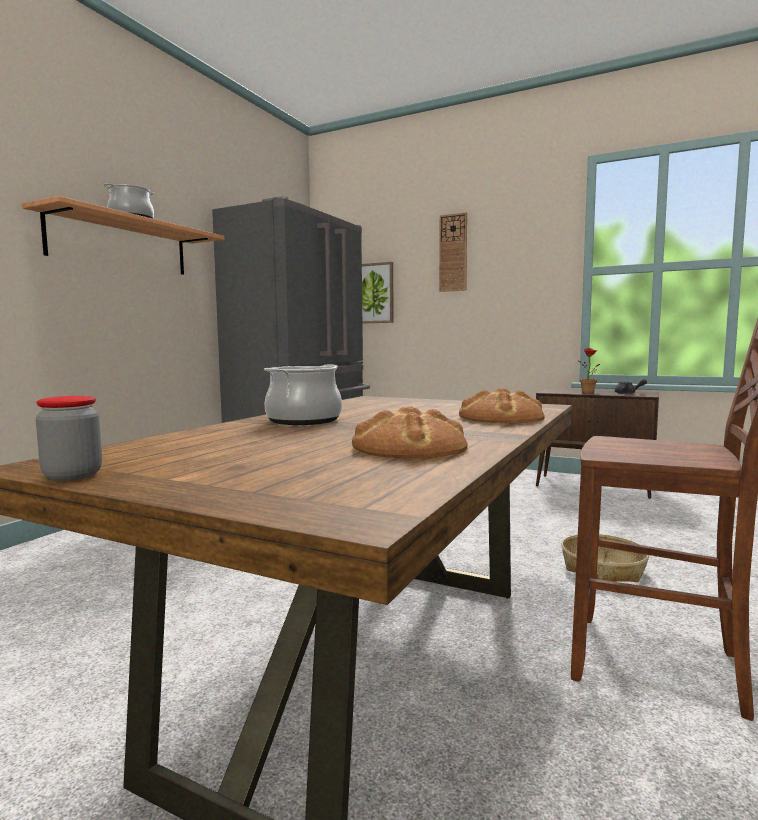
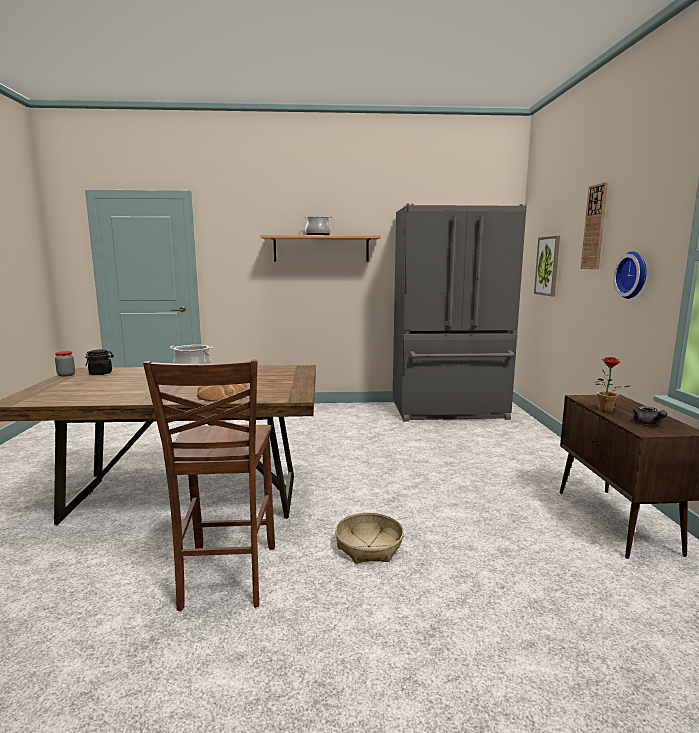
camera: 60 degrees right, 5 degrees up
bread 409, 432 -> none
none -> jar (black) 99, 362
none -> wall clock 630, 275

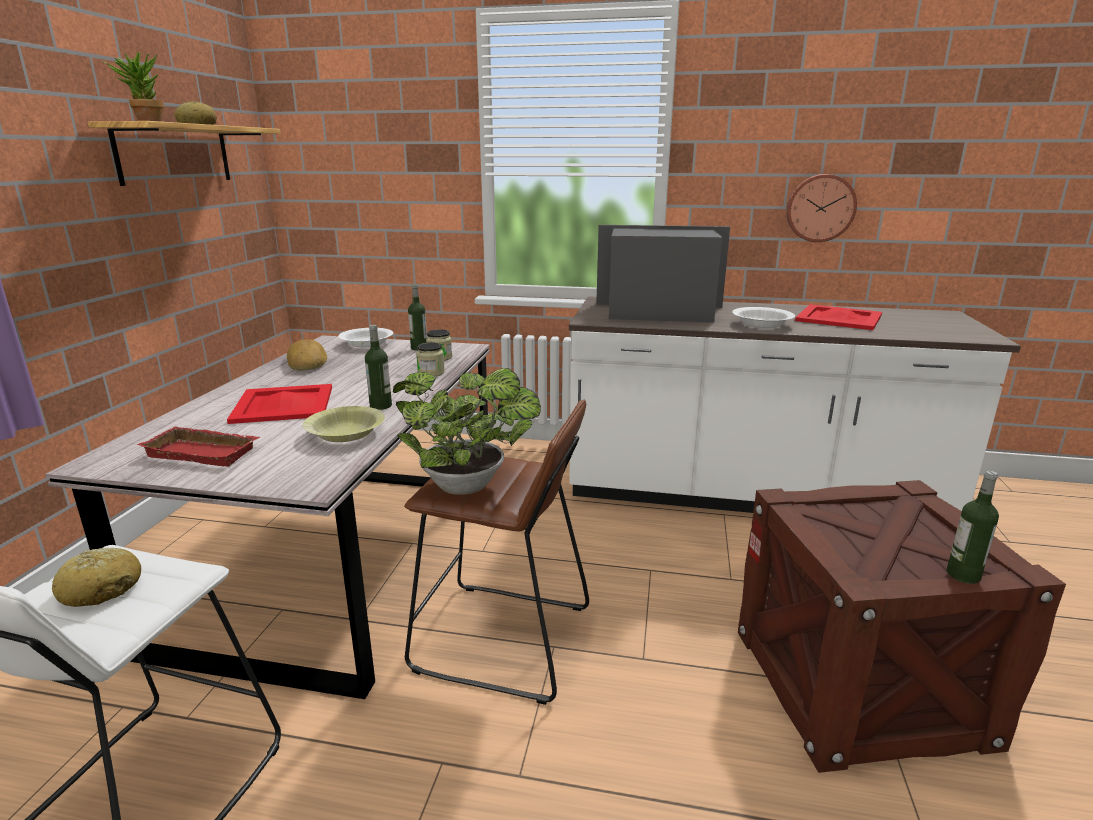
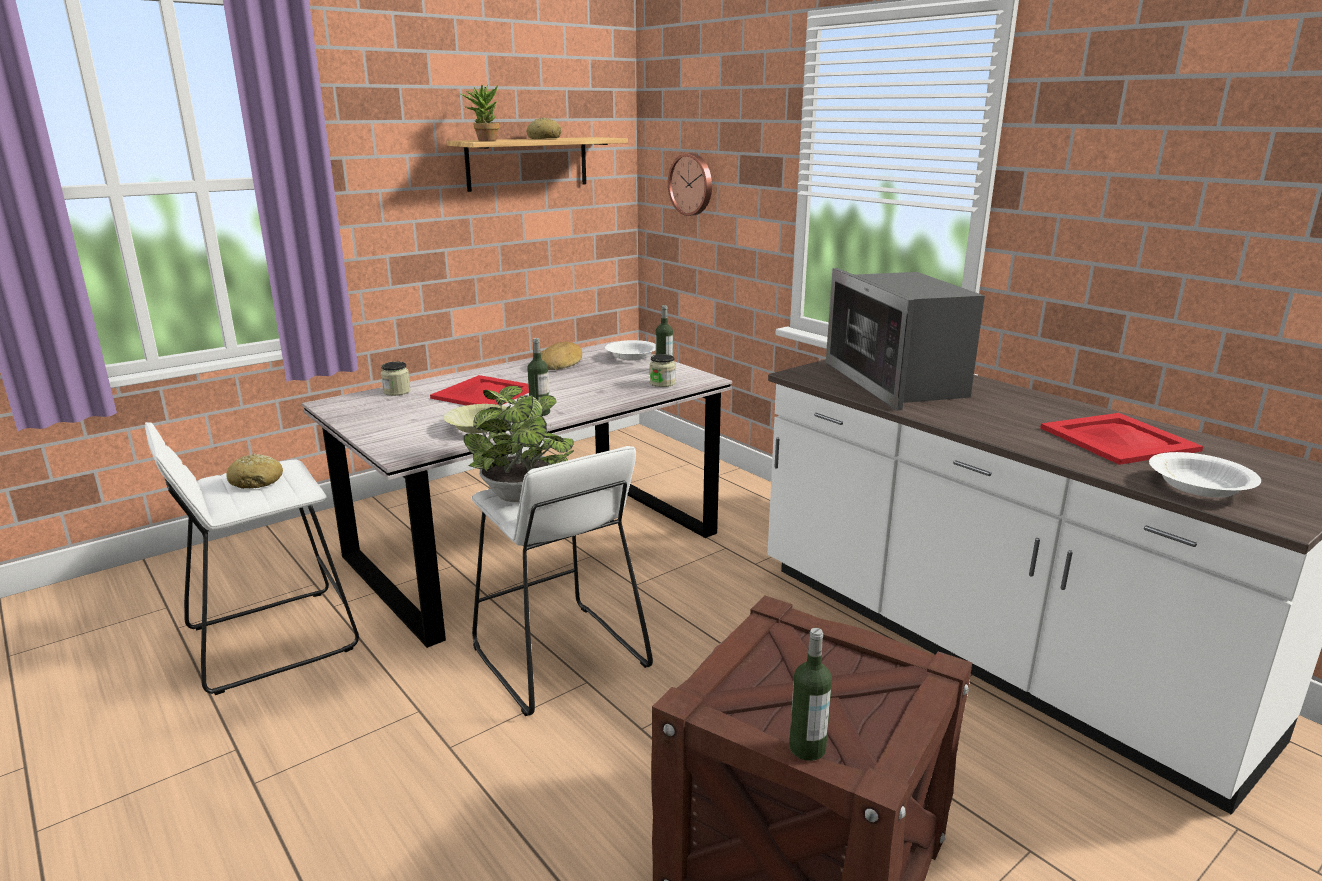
camera: 40 degrees right, 0 degrees up
tray (red) 198, 446 -> none
jar 430, 359 -> jar 396, 379, move
bowl (white) 763, 317 -> bowl (white) 1205, 475, move
wall clock 821, 208 -> wall clock 690, 184, move
stool (brown) 496, 552 -> stool (white) 562, 581
microwave 663, 273 -> microwave 905, 339, 150 degrees counterclockwise

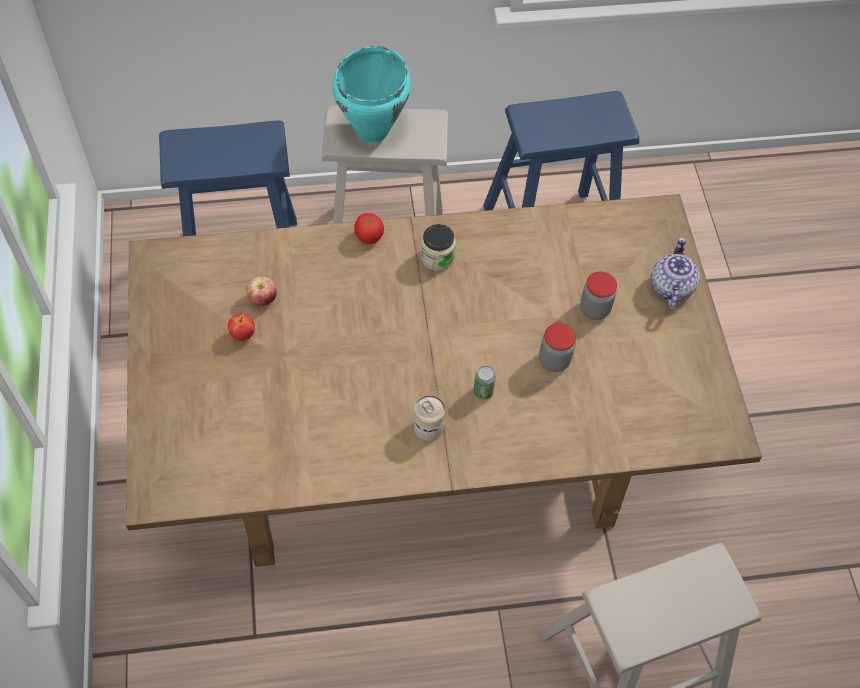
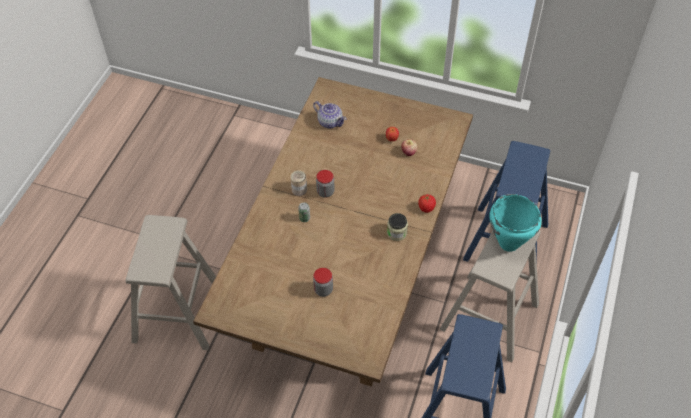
camera: 120 degrees right, 5 degrees down
jar 557, 347 -> jar 325, 184, move
teapot 675, 273 -> teapot 330, 114, move

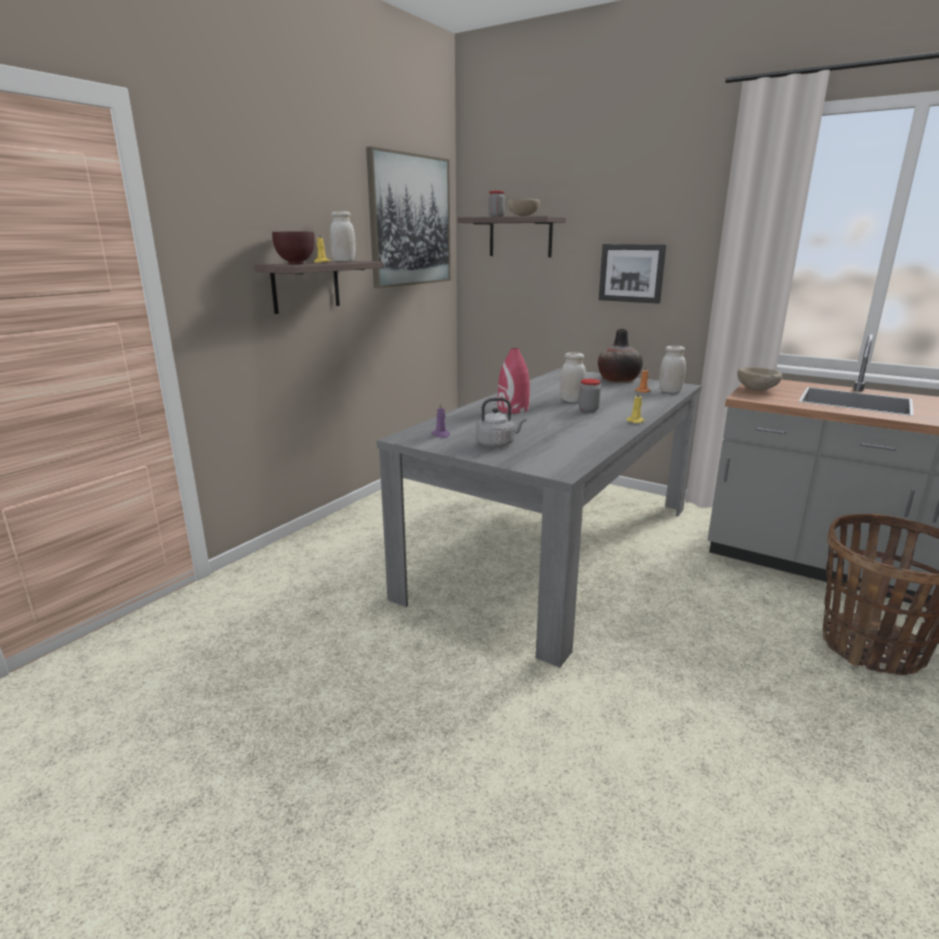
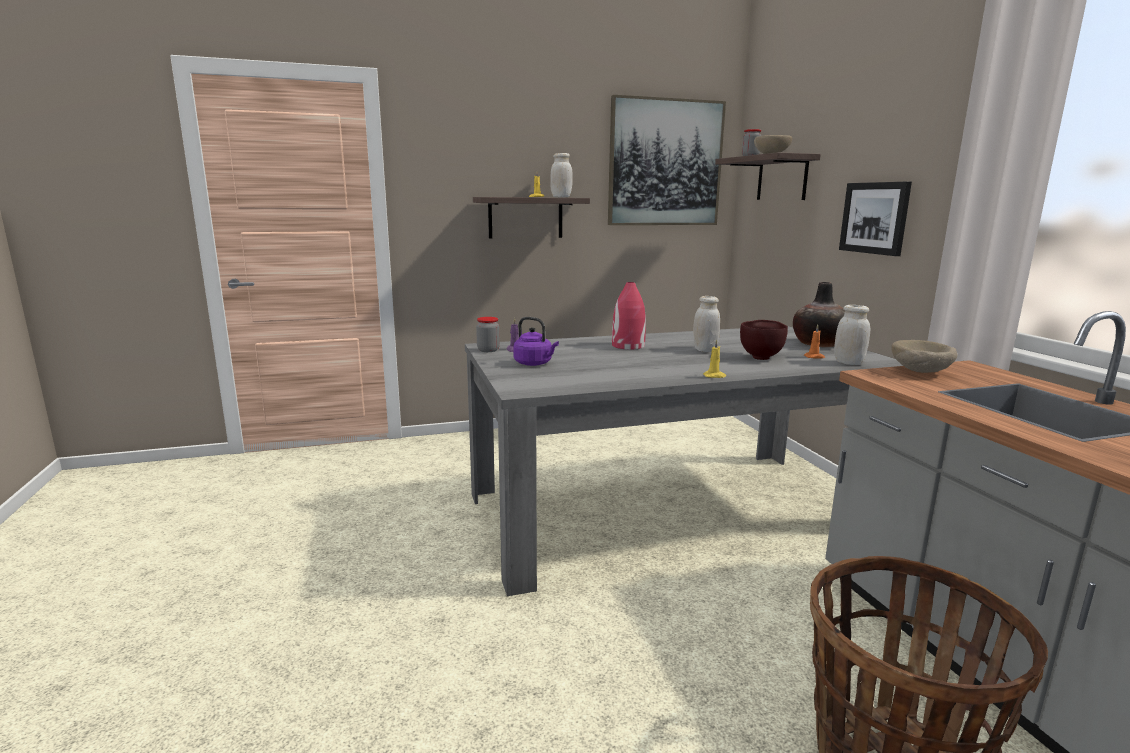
camera: 40 degrees right, 5 degrees down
bowl (brown) 293, 247 -> bowl (brown) 764, 340, move
jar 589, 395 -> jar 488, 334, move
kettle (grey) 501, 422 -> kettle (purple) 536, 341

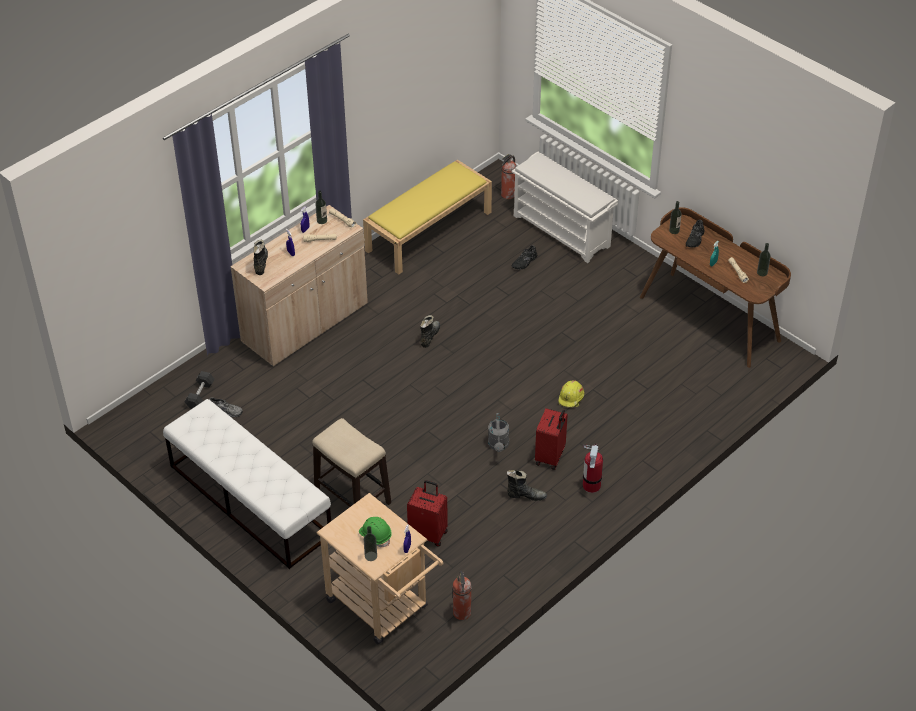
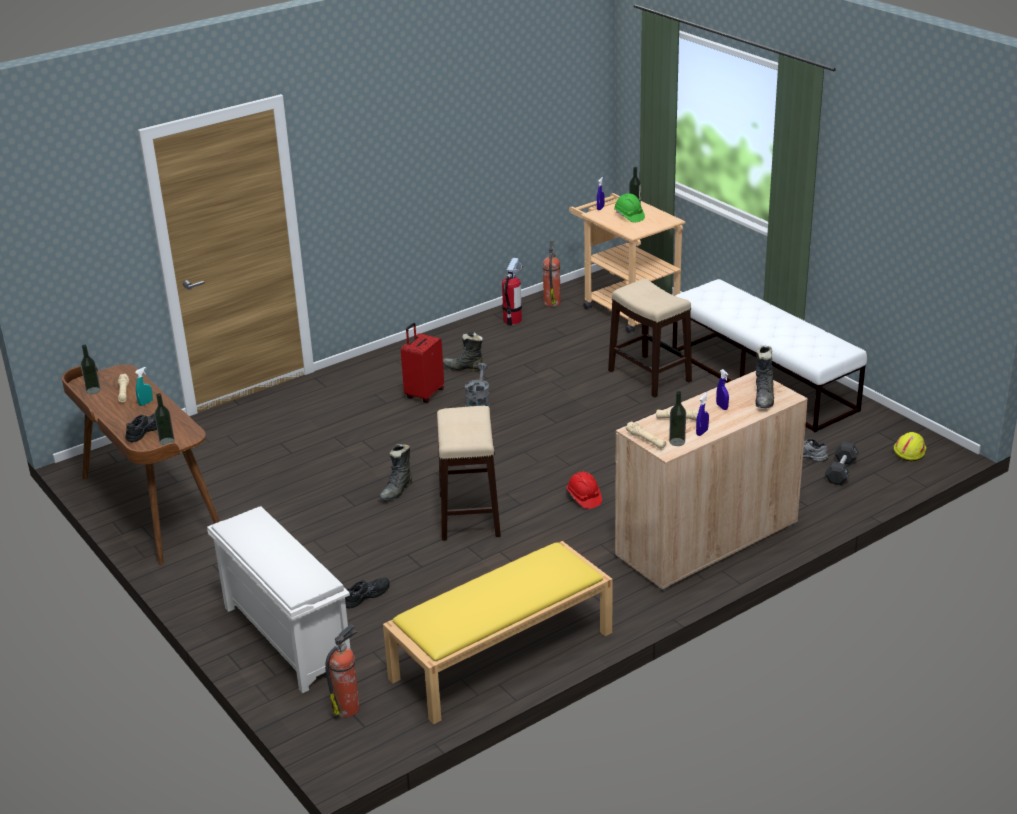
camera: 170 degrees left, 15 degrees down
suitcase (red) 427, 513 -> none
none -> stool 469, 473
none -> hard hat (red) 584, 490
boot (black) 430, 331 -> boot (black) 395, 472, move
hard hat (yellow) 571, 393 -> hard hat (yellow) 910, 447, move
fire extinguisher 593, 468 -> fire extinguisher 512, 292, move

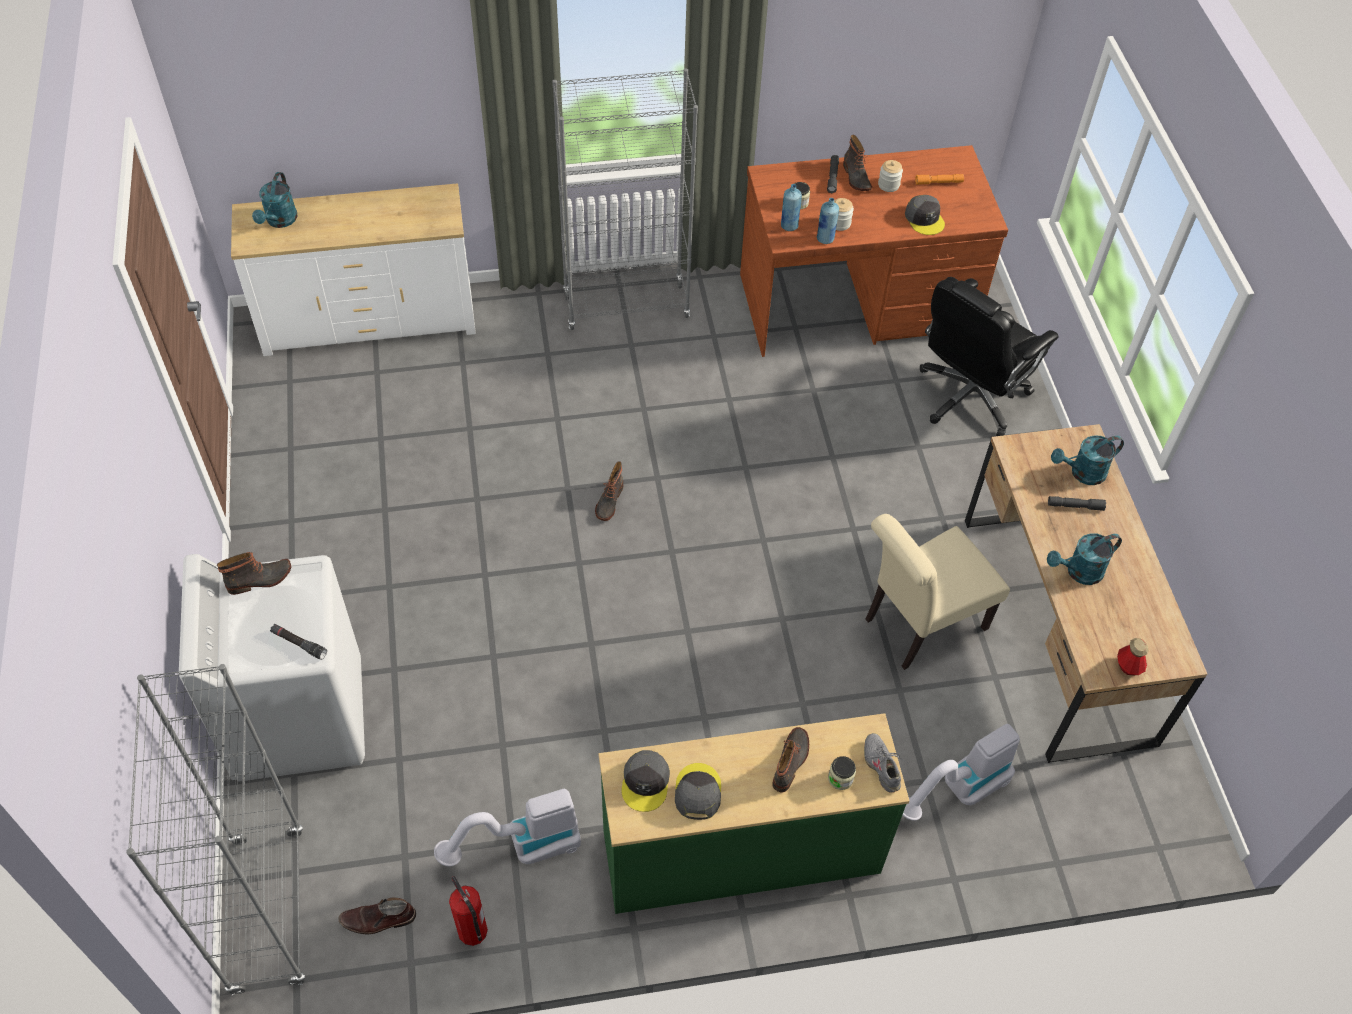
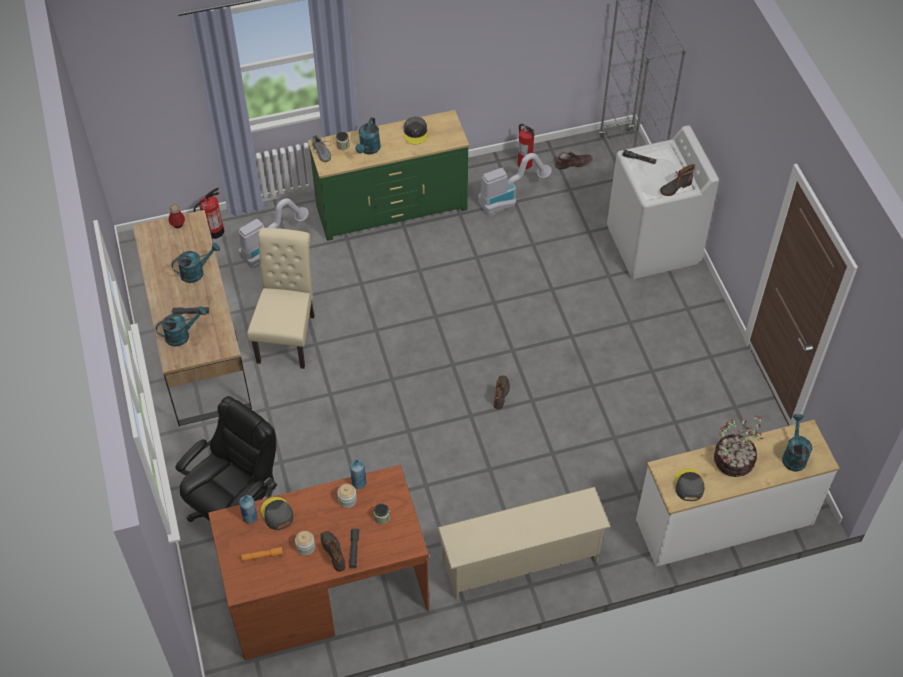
camera: 175 degrees right, 0 degrees up
none -> fire extinguisher 209, 213
none -> potted plant 738, 446
cap (grey) 646, 781 -> cap (grey) 690, 484, move
bottle (blue) 791, 207 -> bottle (blue) 248, 509, move
bookcase (grey) 625, 199 -> shoe rack (beige) 524, 543
boot 790, 759 -> watering can (turquoise) 368, 135
chair (beige) 938, 592 -> chair (beige) 281, 298, 45 degrees counterclockwise

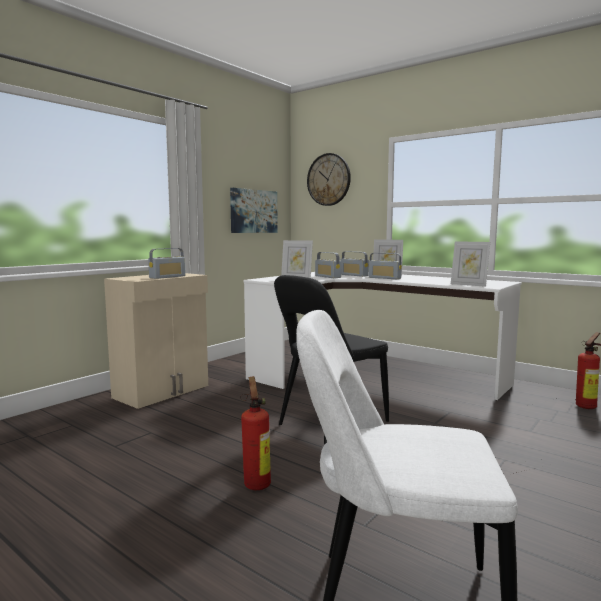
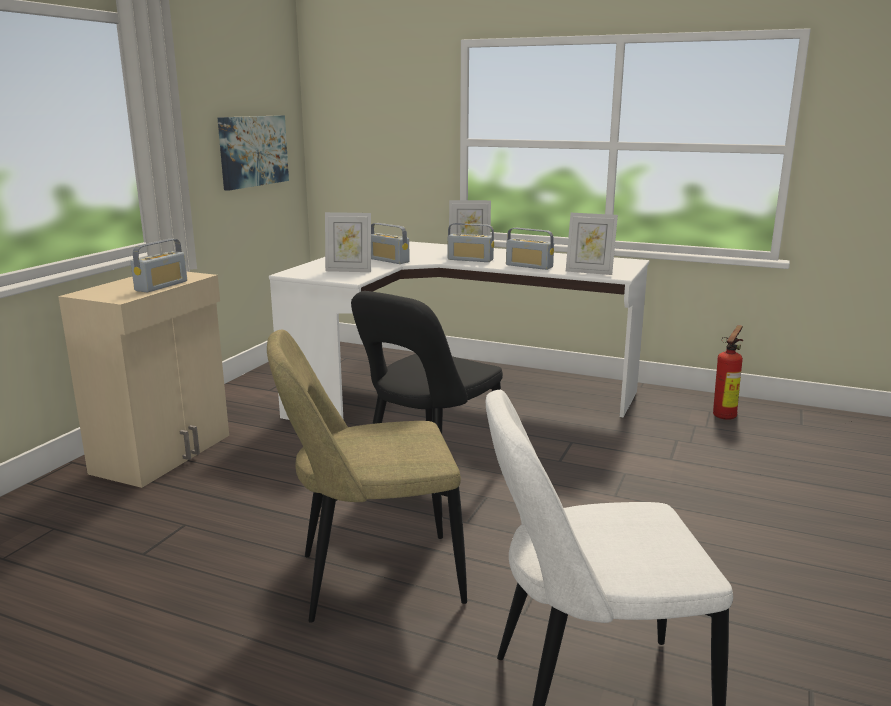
camera: 15 degrees left, 10 degrees up
wall clock 329, 179 -> none
radio 354, 264 -> radio 530, 249, move
fire extinguisher 255, 433 -> chair (beige) 367, 476

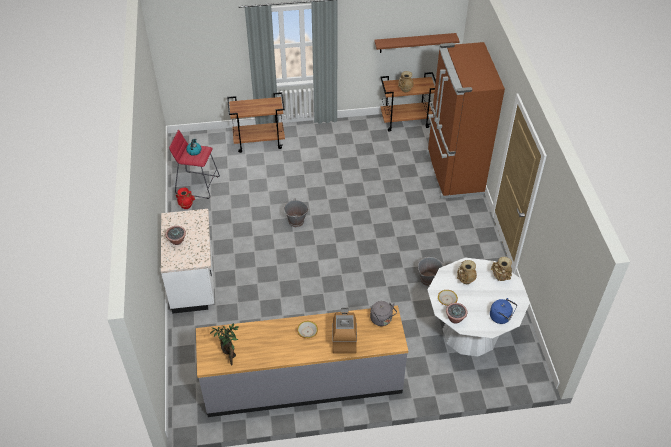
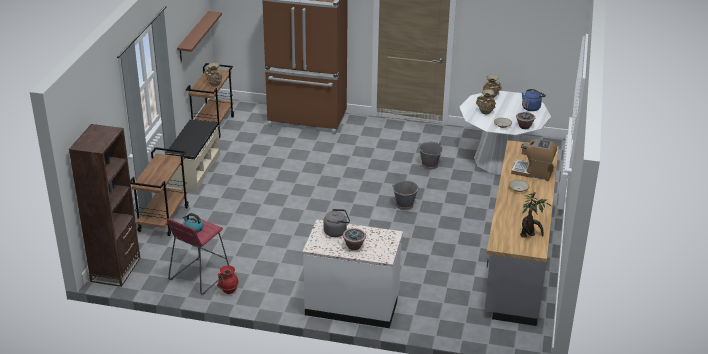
camera: 70 degrees left, 15 degrees down
none -> bookcase (brown) 104, 205
none -> bench (beige) 192, 154
bucket (grey) 296, 212 -> bucket (grey) 406, 195, move
kettle (grey) 383, 313 -> kettle (grey) 336, 223, move

